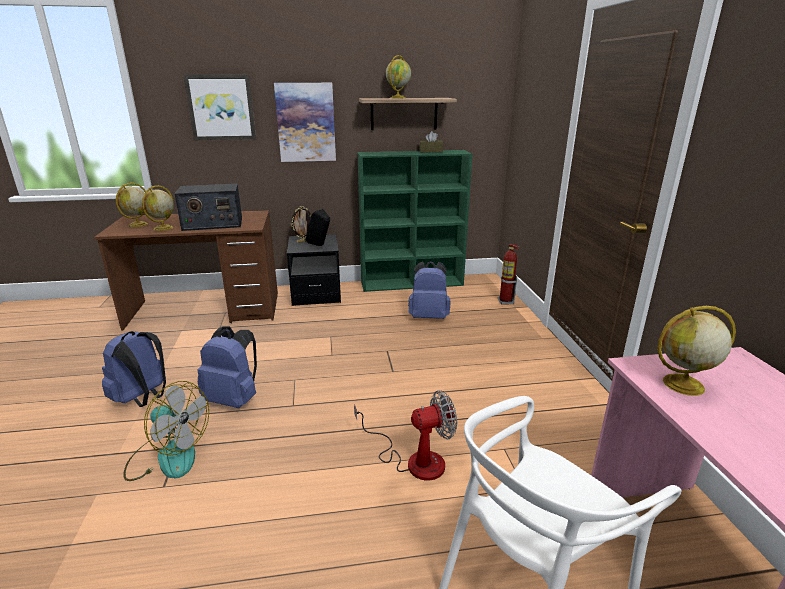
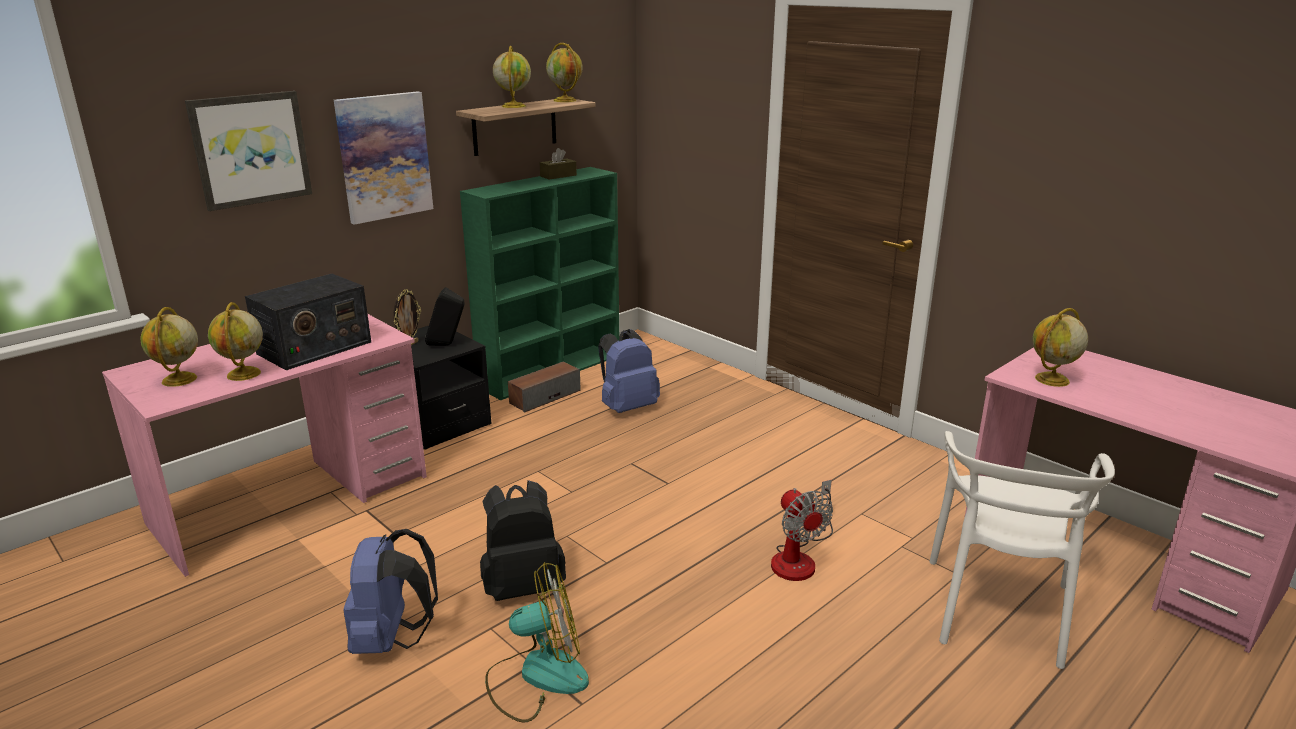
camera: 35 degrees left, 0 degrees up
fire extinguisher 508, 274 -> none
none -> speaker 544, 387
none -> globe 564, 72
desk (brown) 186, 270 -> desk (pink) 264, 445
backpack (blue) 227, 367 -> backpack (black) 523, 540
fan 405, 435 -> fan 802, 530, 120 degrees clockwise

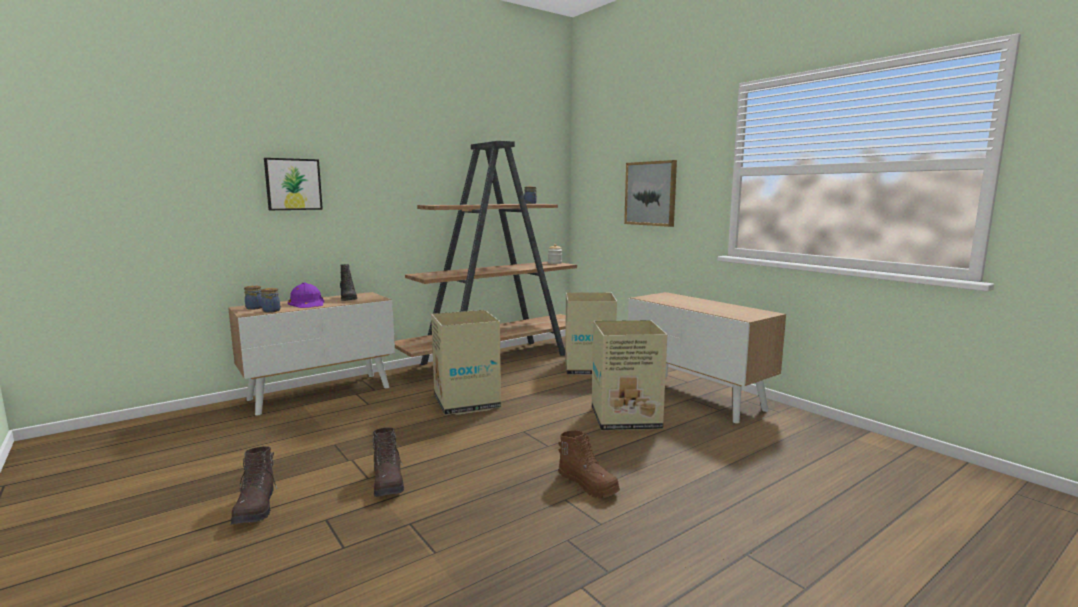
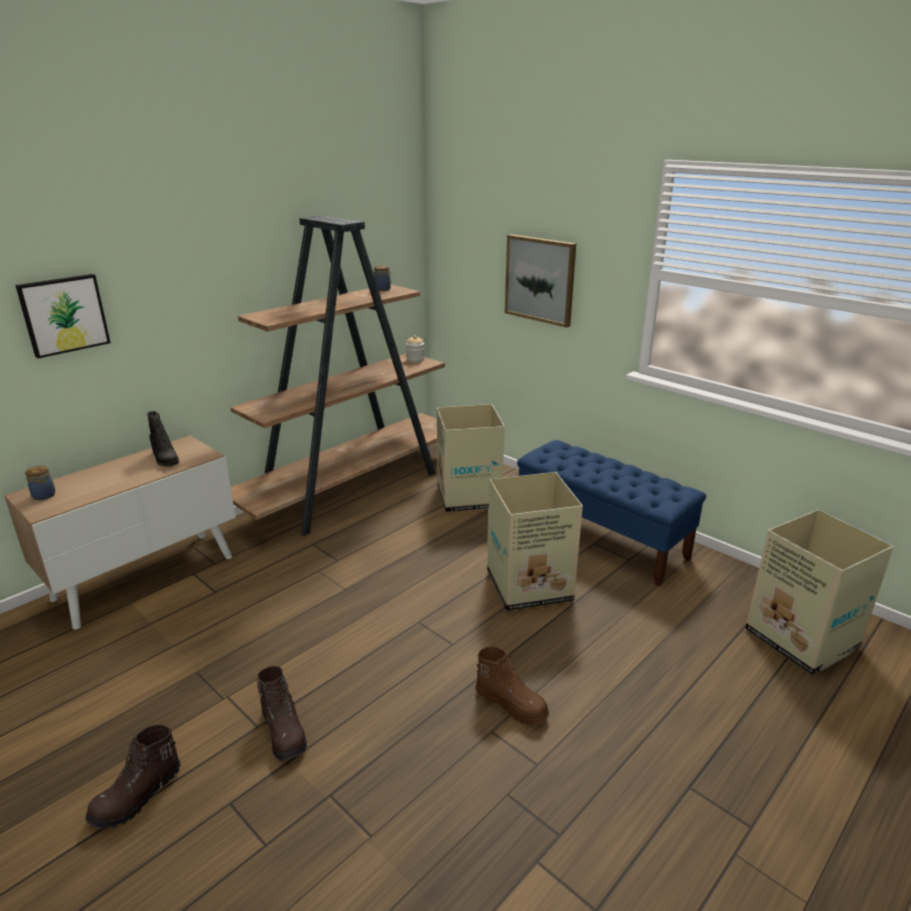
camera: 10 degrees left, 15 degrees up
jar 270, 300 -> none
hard hat (purple) 306, 295 -> none
cardboard box 466, 362 -> cardboard box 819, 592, move
cabinet 707, 358 -> bench (blue) 611, 513
boot (brown) 254, 485 -> boot (brown) 133, 777, 60 degrees clockwise

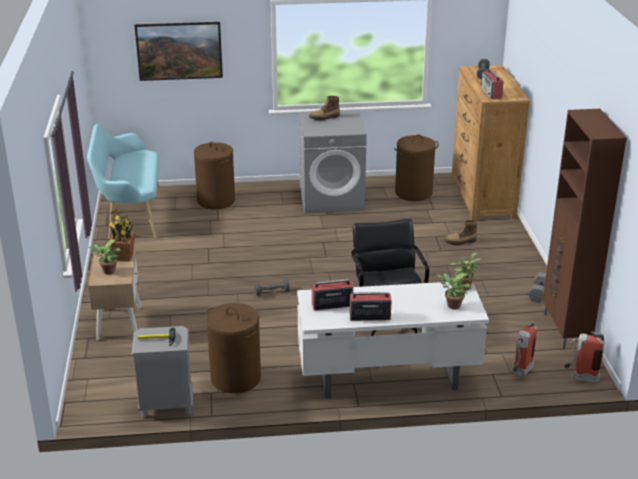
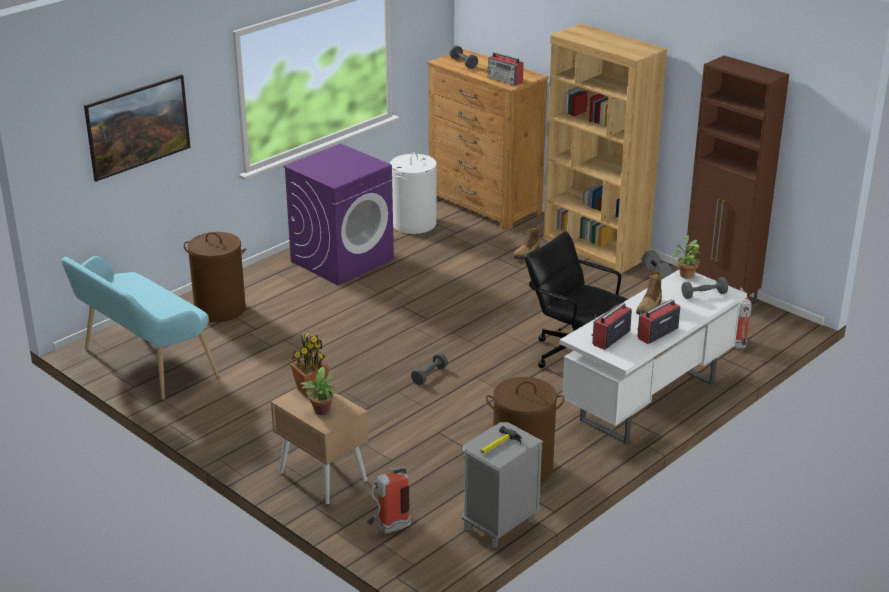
camera: 40 degrees left, 0 degrees up
none -> bookcase (brown) 605, 148
boot 324, 108 -> boot 649, 293, move
fire extinguisher 584, 357 -> fire extinguisher 389, 500, move
potted plant 454, 291 -> dumbbell (grey) 705, 288
washing machine (grey) 333, 162 -> washing machine (purple) 338, 214
laundry basket (brown) 416, 167 -> laundry basket (white) 413, 193

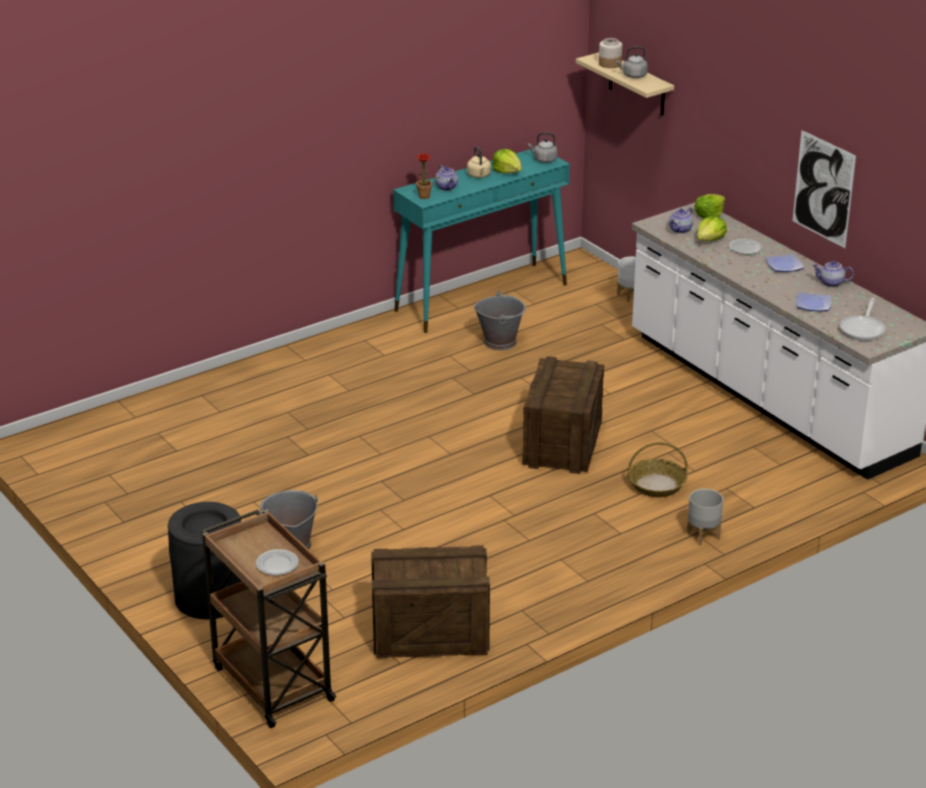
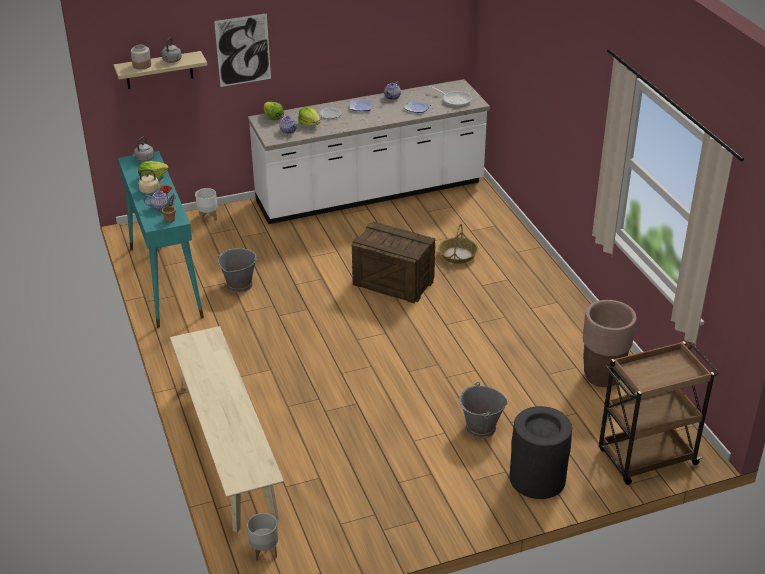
camera: 75 degrees left, 5 degrees up
plate 277, 562 -> none
none -> bench (beige) 227, 429
planter (grey) 705, 517 -> planter (grey) 262, 537, move
picture 824, 189 -> picture 242, 50, move
crate 430, 601 -> planter (brown) 610, 343

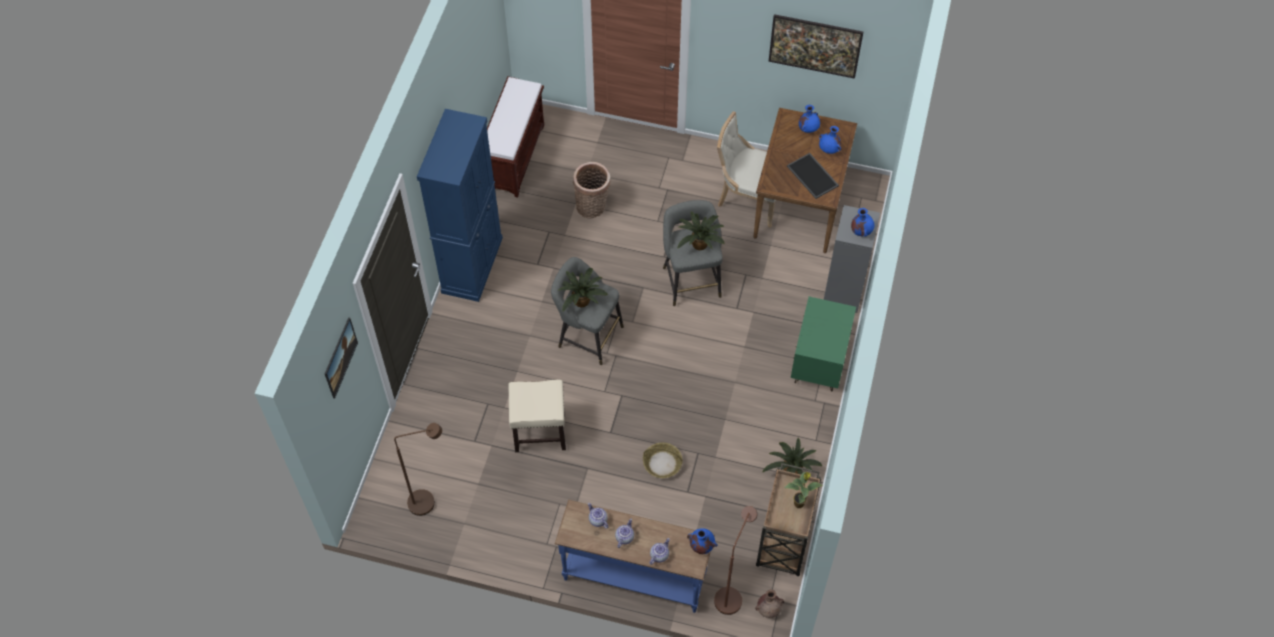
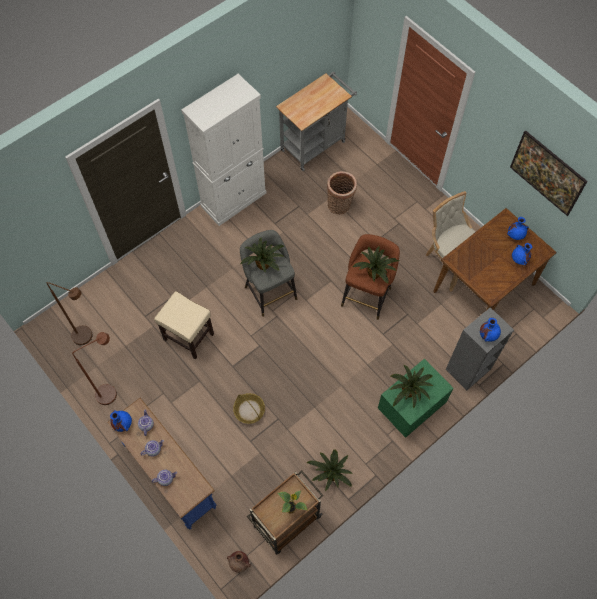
camera: 35 degrees right, 5 degrees up
picture 341, 357 -> none
tray 813, 176 -> none
none -> potted plant 411, 387
vase (blue) 702, 541 -> vase (blue) 121, 421, move
floor lamp (brown) 736, 560 -> floor lamp (brown) 94, 368, move
bench (brown) 515, 137 -> cart (grey) 316, 121
cabinet (blue) 460, 205 -> cabinet (white) 224, 150
stool (grey) 693, 253 -> stool (brown) 370, 277

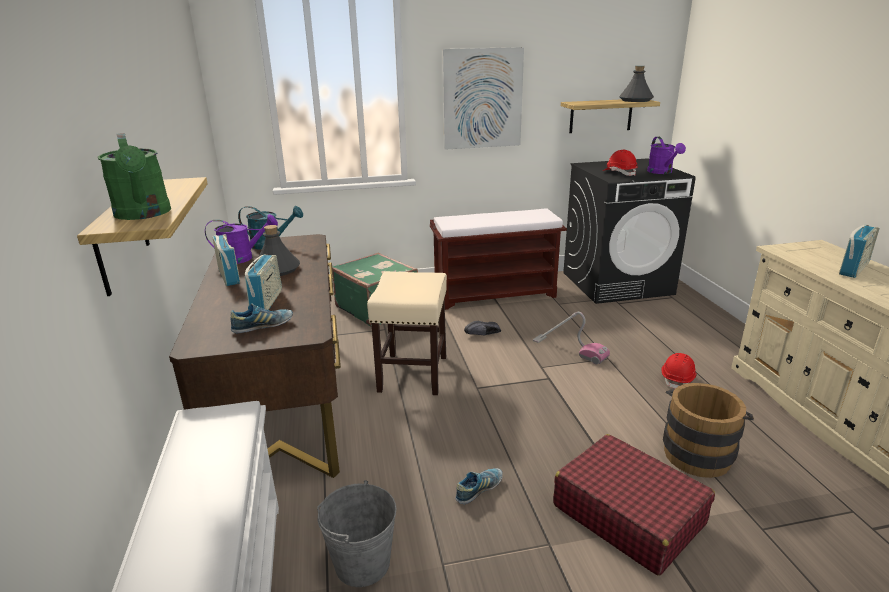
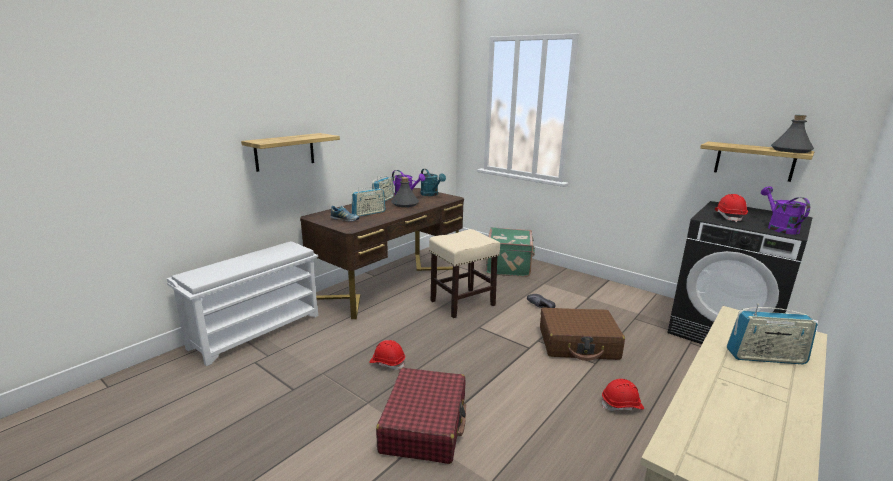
camera: 50 degrees right, 5 degrees down
watering can (green) 134, 176 -> none
bucket (grey) 356, 533 -> none
bench (brown) 498, 259 -> none
picture 483, 98 -> none
bucket (brown) 708, 430 -> none
shoe 479, 486 -> hard hat (red) 387, 355
vacuum cleaner 571, 338 -> suitcase (brown) 582, 334
watering can (purple) 666, 155 -> watering can (purple) 785, 210, 135 degrees clockwise

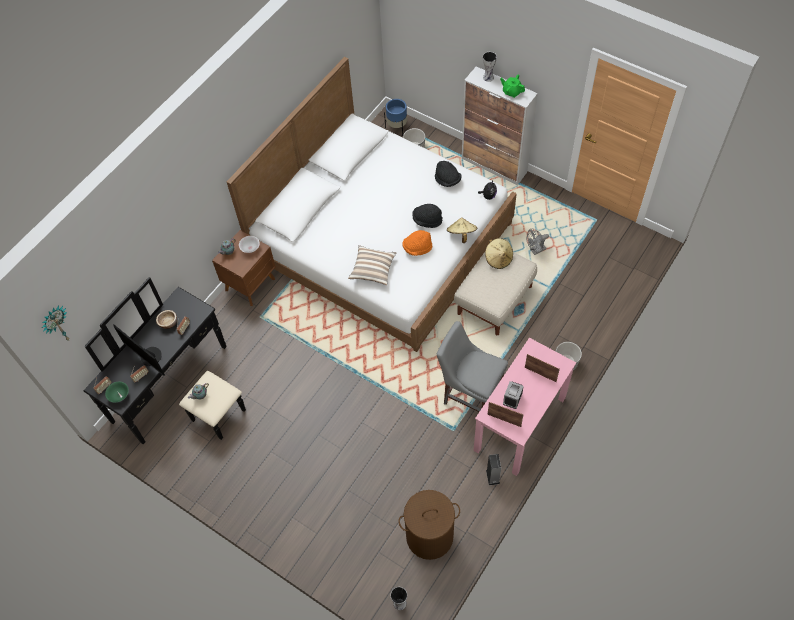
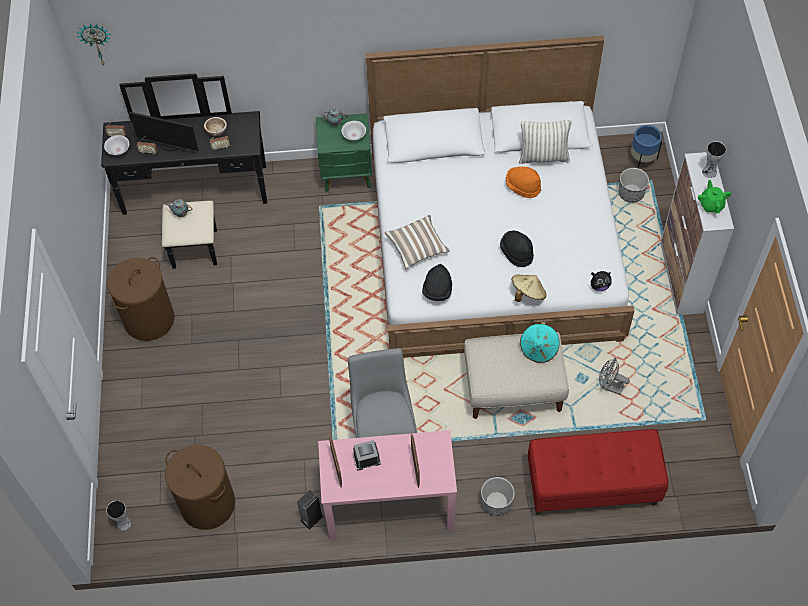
camera: 50 degrees right, 0 degrees up
none -> laundry basket (brown) 140, 299
none -> pillow 545, 142
none -> bench (red) 598, 472
hat (orange) 417, 243 -> hat (orange) 523, 182, move
hat (black) 448, 174 -> hat (black) 437, 282, move
bowl (green) 117, 392 -> bowl (white) 116, 145
nightstand (brown) 244, 268 -> nightstand (green) 344, 152
hat (beige) 499, 253 -> hat (turquoise) 540, 342
monitor 139, 350 -> monitor 164, 131, 75 degrees counterclockwise

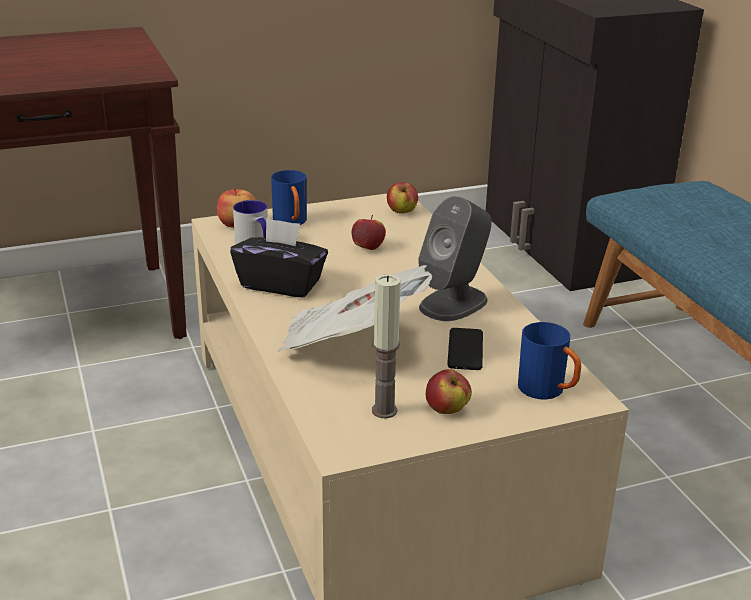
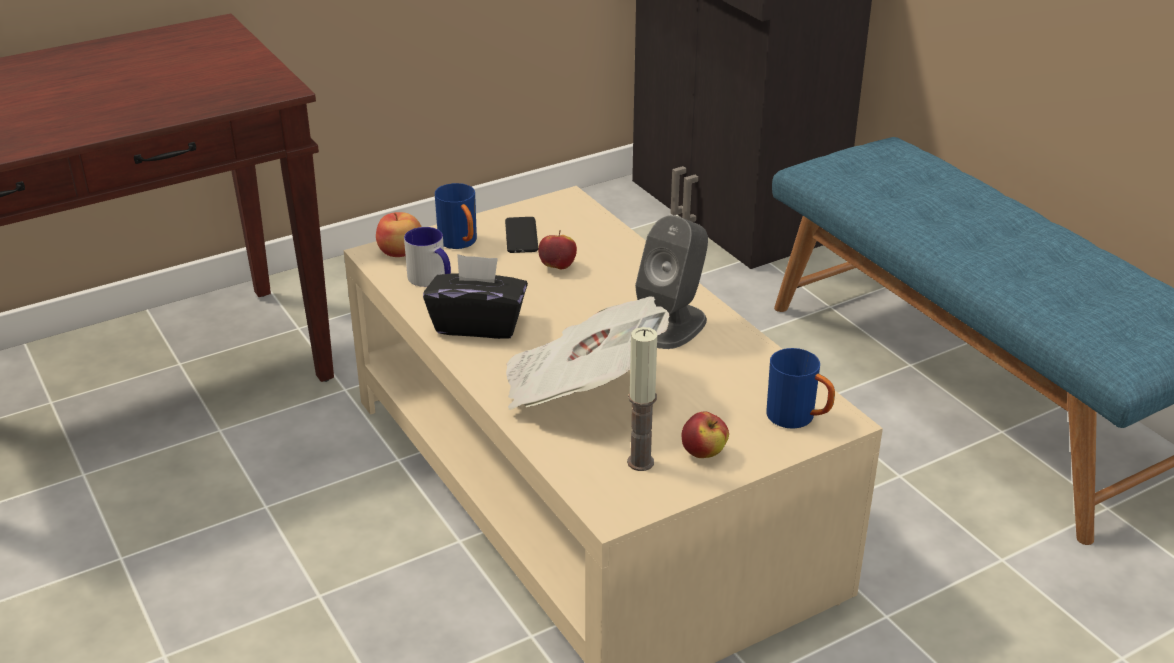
camera: 10 degrees left, 5 degrees up
apple 402, 198 -> none
phone 465, 349 -> phone 521, 235, move

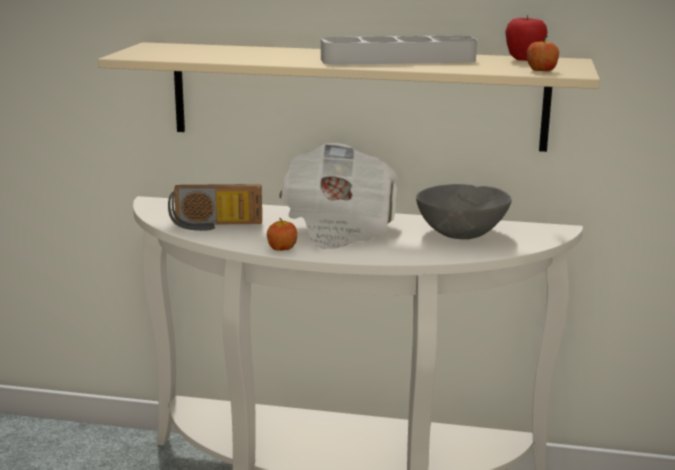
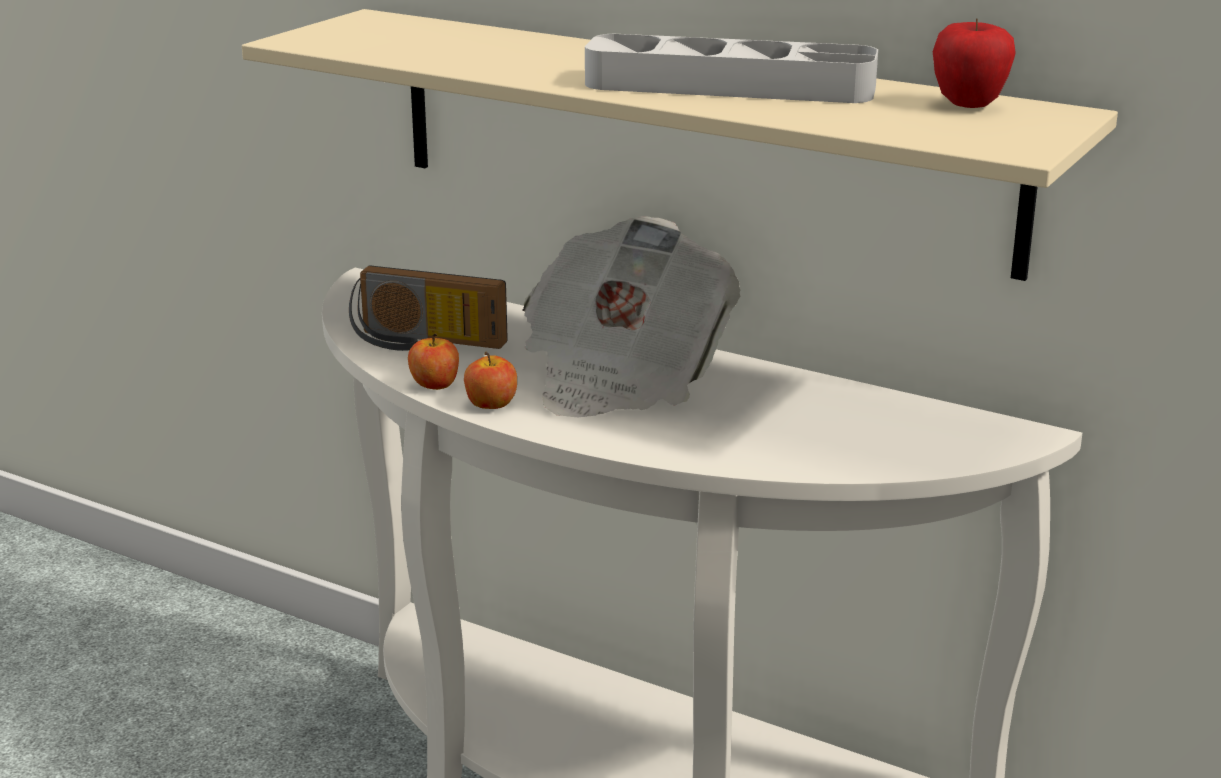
camera: 20 degrees right, 5 degrees up
bowl (grey) 464, 211 -> none
apple 543, 54 -> apple 433, 361, move

